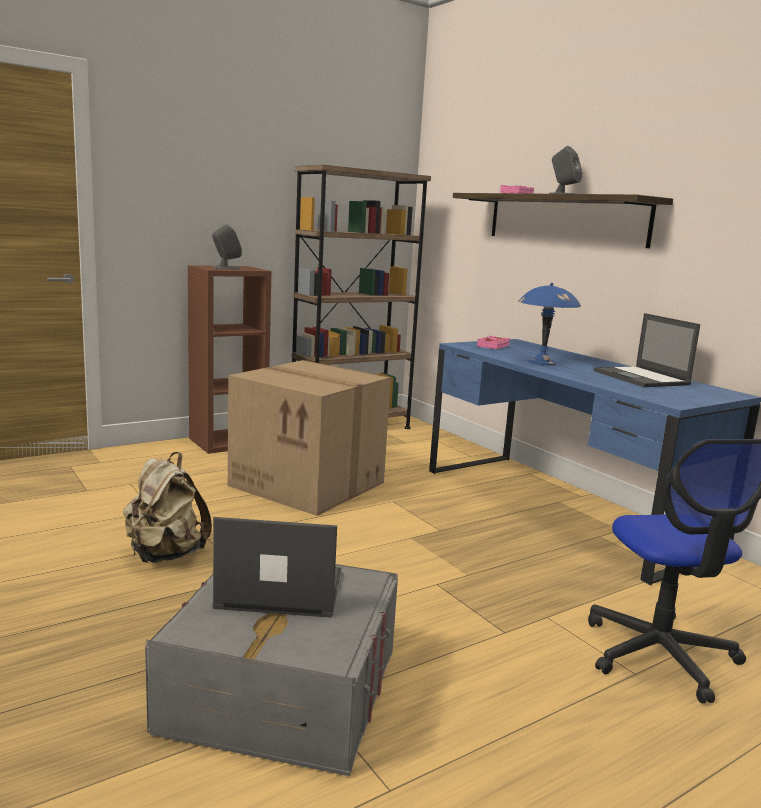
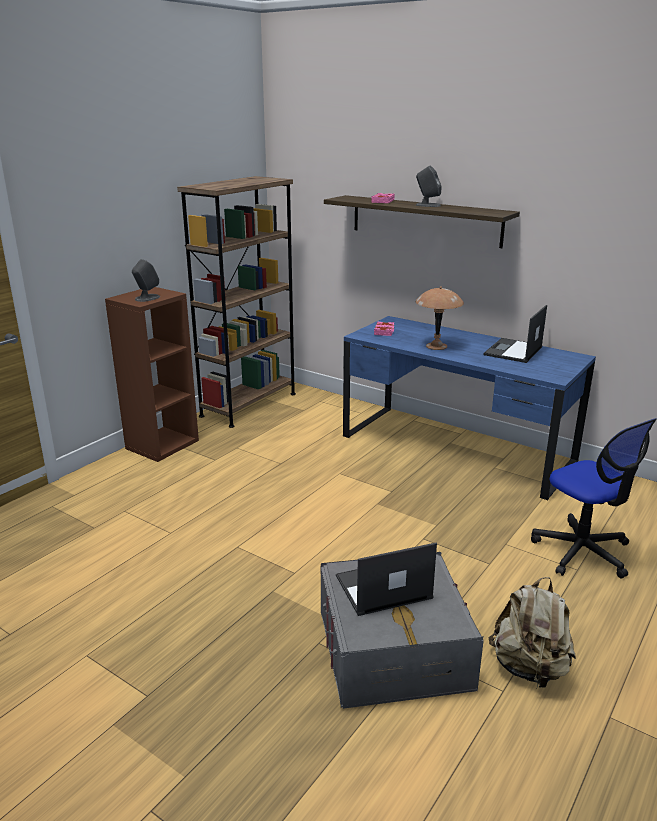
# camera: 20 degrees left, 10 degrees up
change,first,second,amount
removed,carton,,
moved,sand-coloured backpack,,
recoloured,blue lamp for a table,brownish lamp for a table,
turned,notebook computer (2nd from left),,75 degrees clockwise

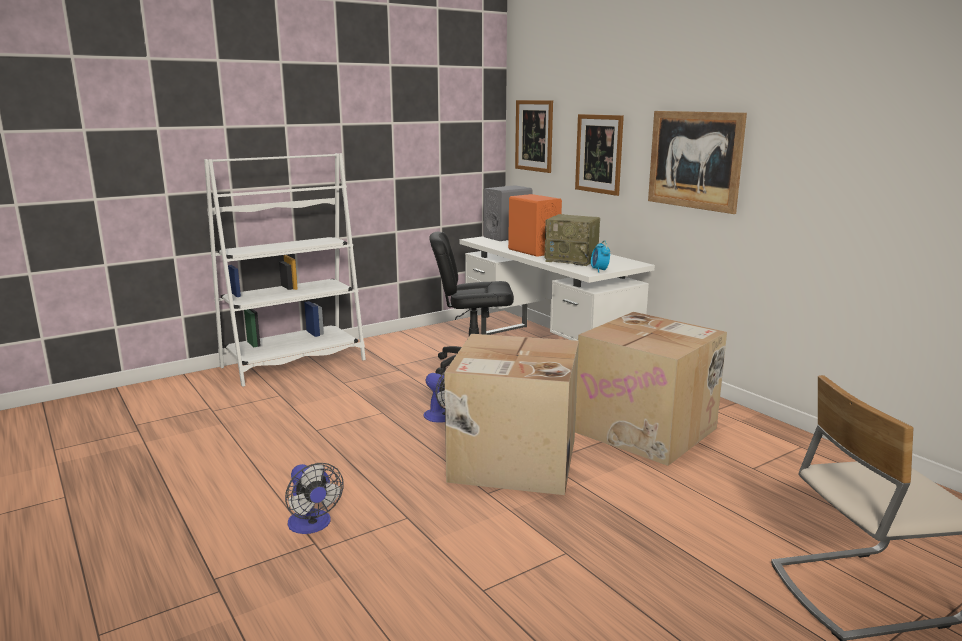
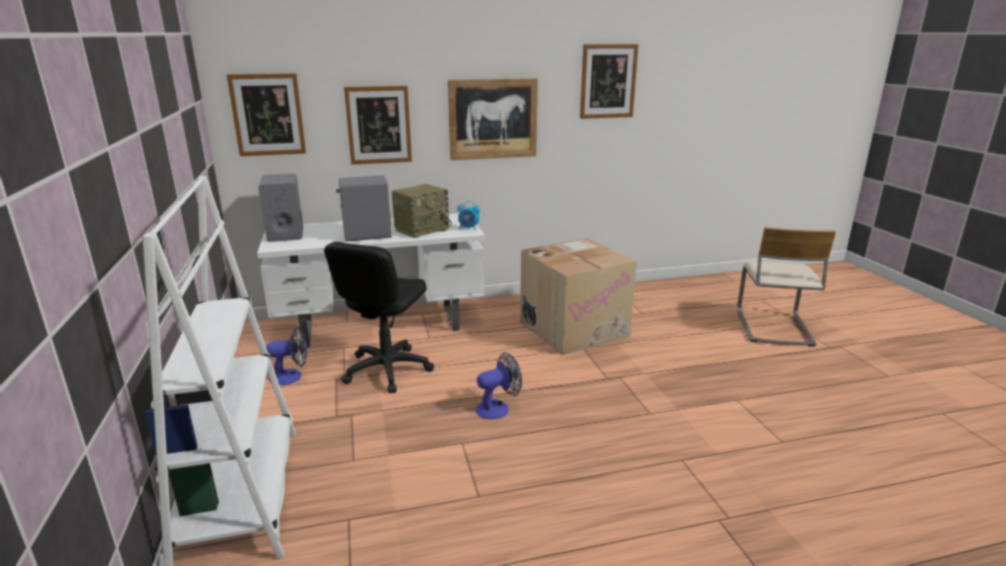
# camera: 70 degrees left, 5 degrees up
change,first,second,amount
removed,carton (1st from left),,
added,,wall art (4th from left),
moved,fan (1st from left),,
recoloured,orange-coloured speaker,gray speaker (2nd from left),

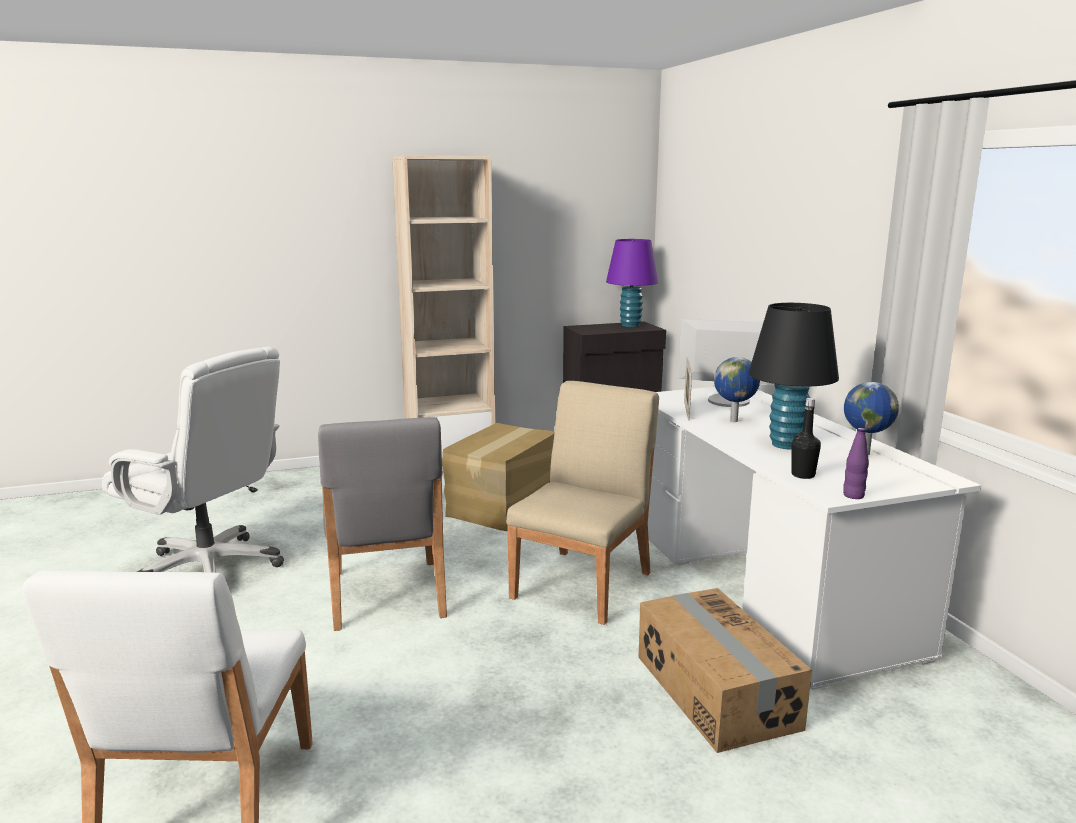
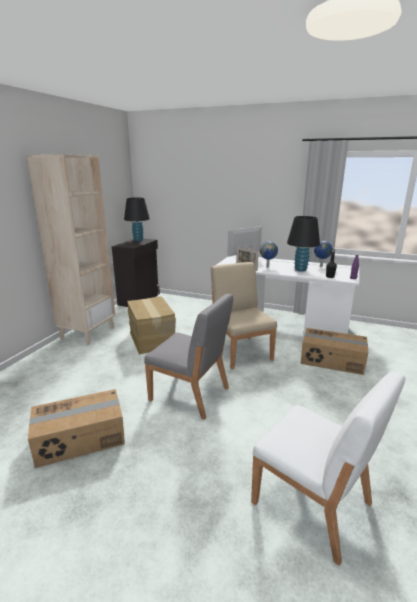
# camera: 50 degrees left, 5 degrees up
change,first,second,amount
replaced,white computer chair,carton (1st from left),
recoloured,purple lamp for a table,black lamp for a table (1st from left),

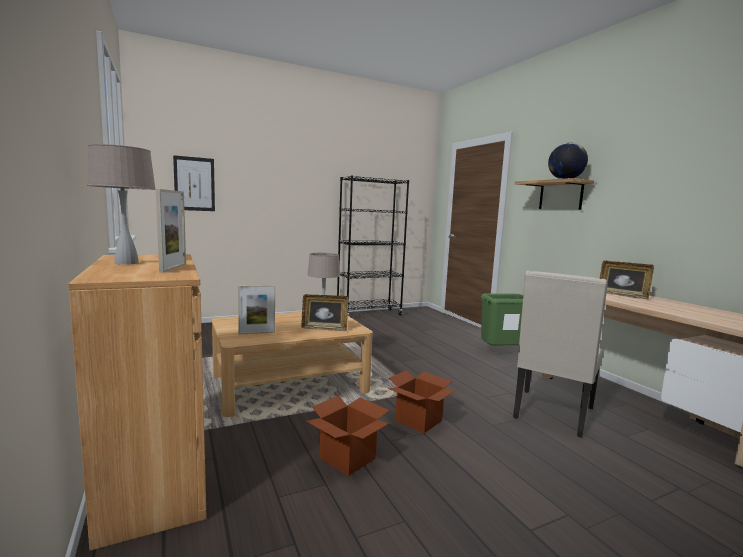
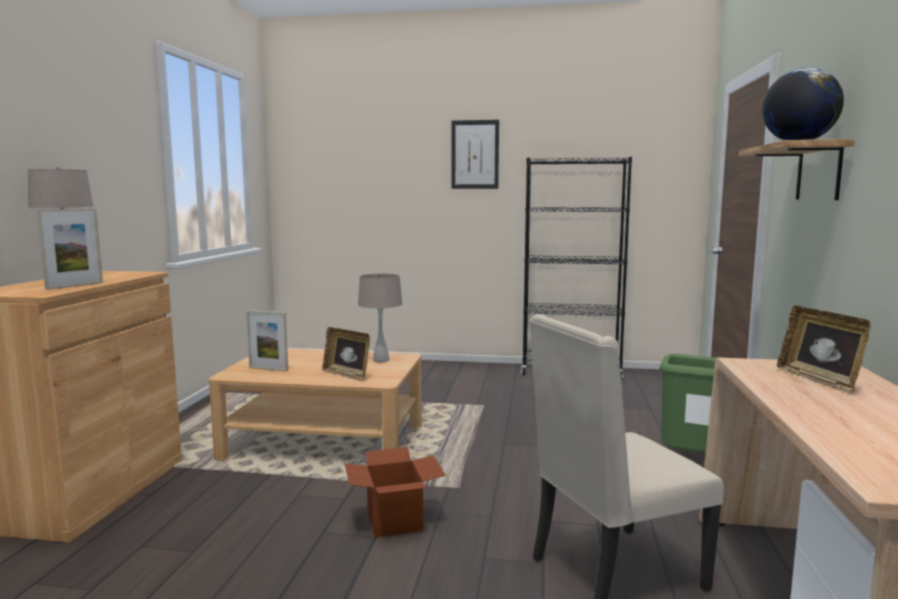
# camera: 35 degrees right, 0 degrees up
change,first,second,amount
removed,carton (1st from left),,
moved,wall art,,

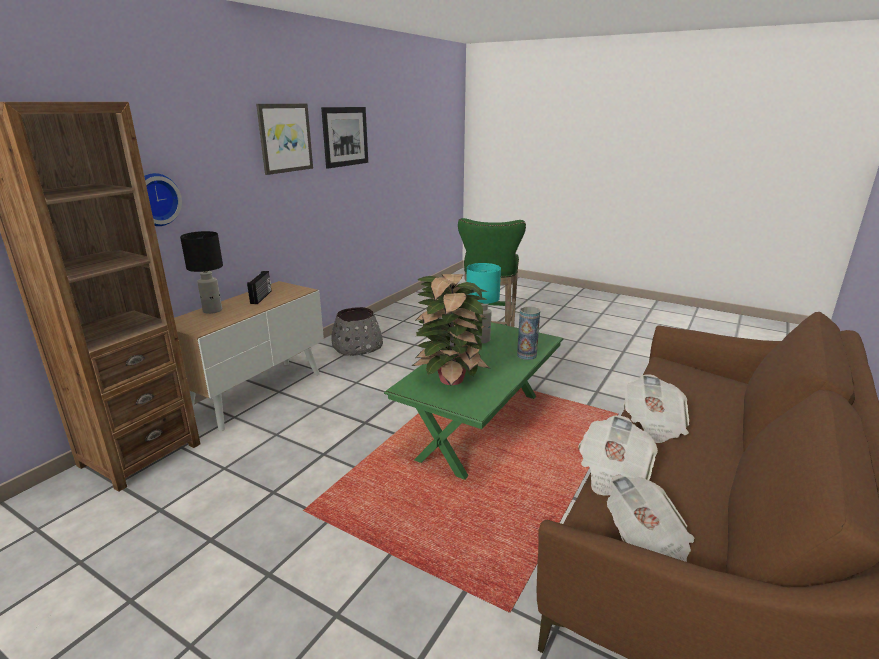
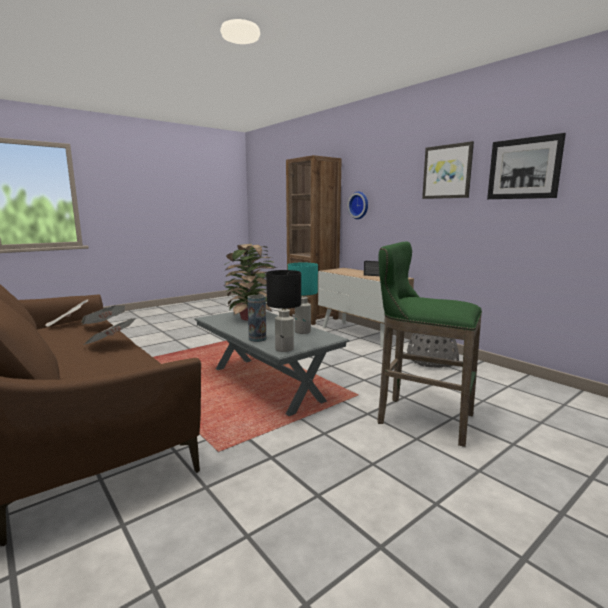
# camera: 110 degrees right, 10 degrees down
change,first,second,amount
moved,black lamp for a table,,
recoloured,greenish low table,gray low table,

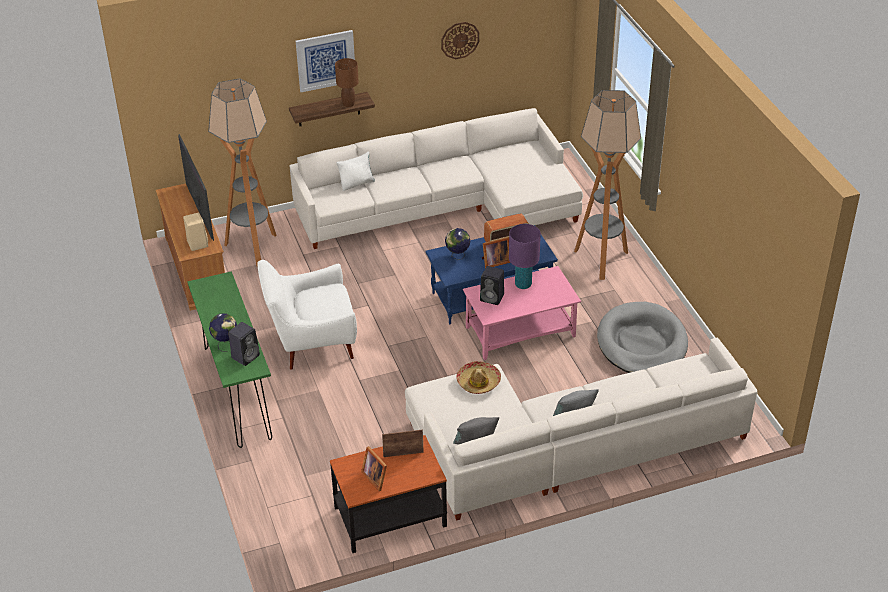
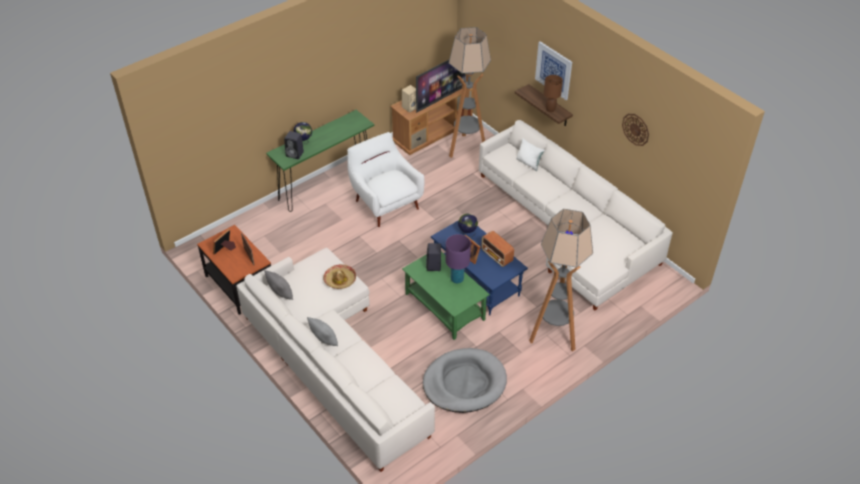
# camera: 70 degrees right, 5 degrees up
change,first,second,amount
recoloured,pink-coloured low table,greenish low table,

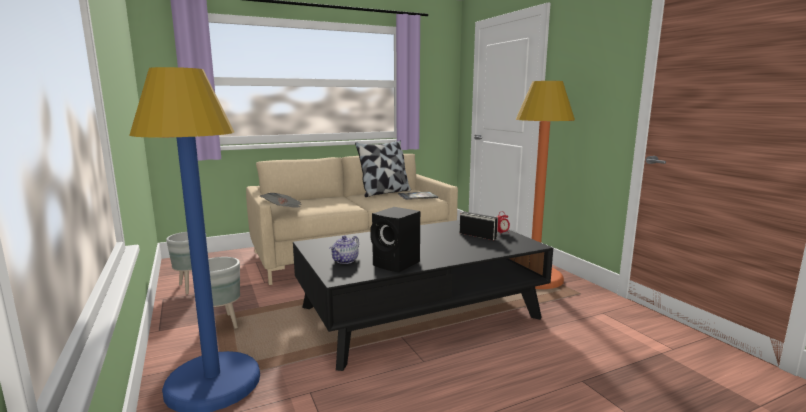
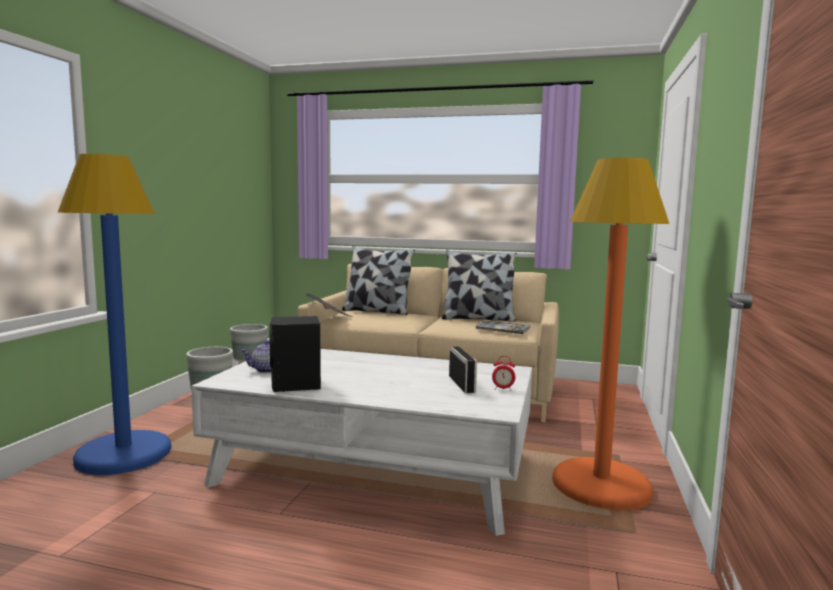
# camera: 40 degrees right, 5 degrees down
change,first,second,amount
added,,throw pillow (1st from left),
recoloured,black low table,white low table,

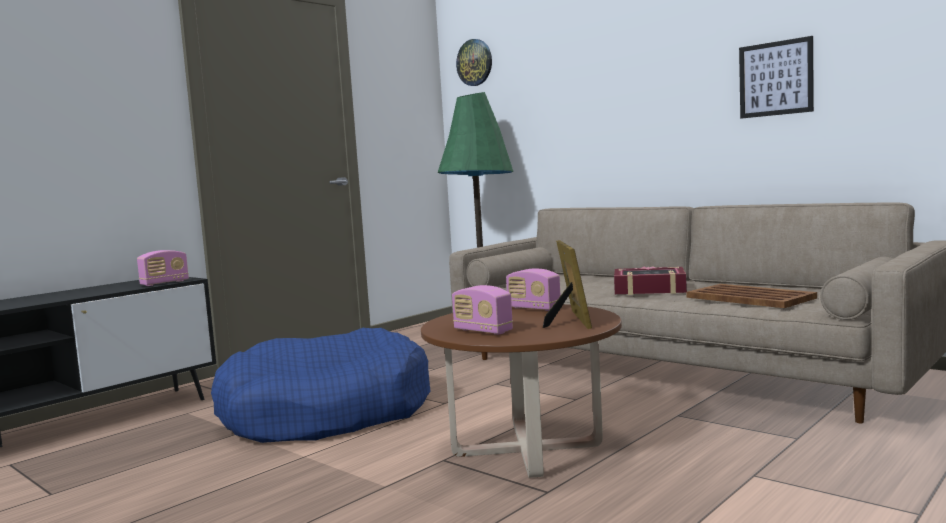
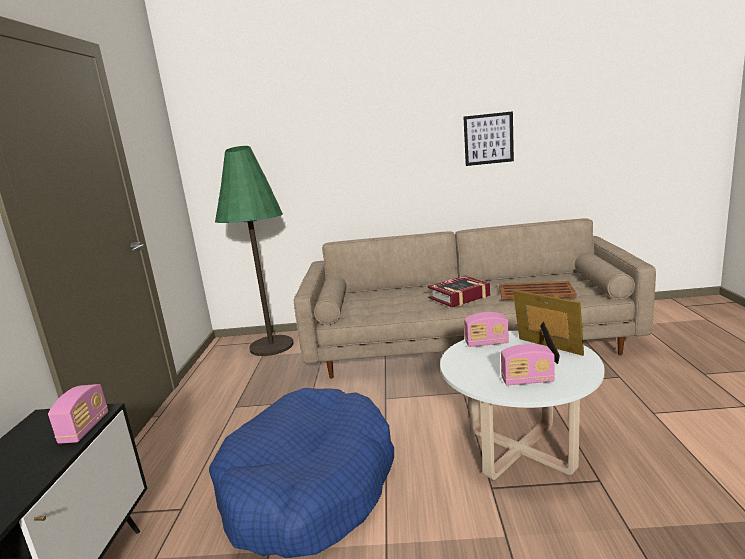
# camera: 40 degrees left, 10 degrees up
change,first,second,amount
removed,hanging clock,,
recoloured,brownish low table,white low table,

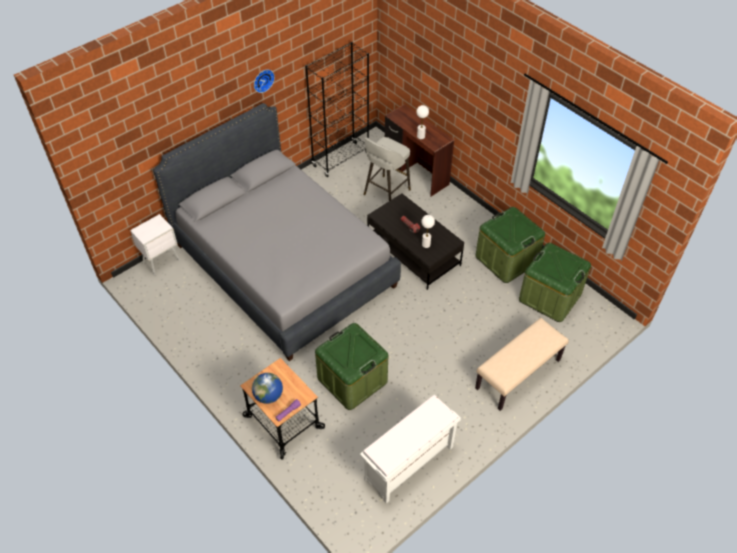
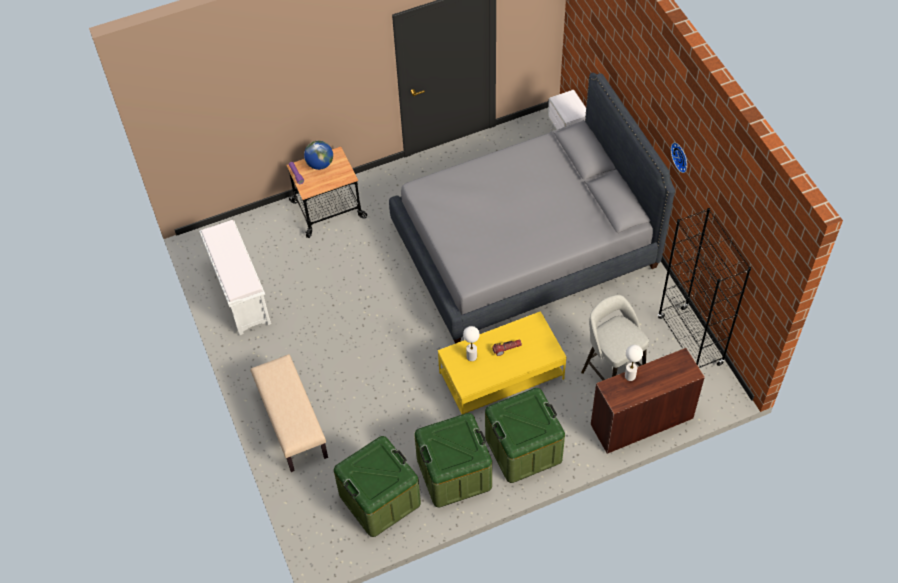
# camera: 110 degrees right, 5 degrees up
change,first,second,amount
moved,greenish storage bin (1st from left in the first image),greenish storage bin (3rd from left),
recoloured,black low table,yellowish low table,

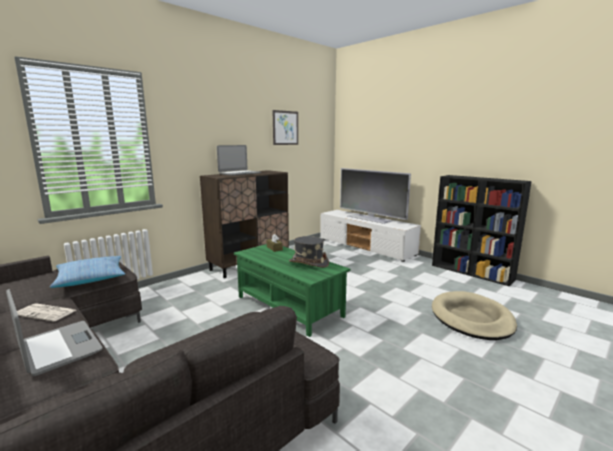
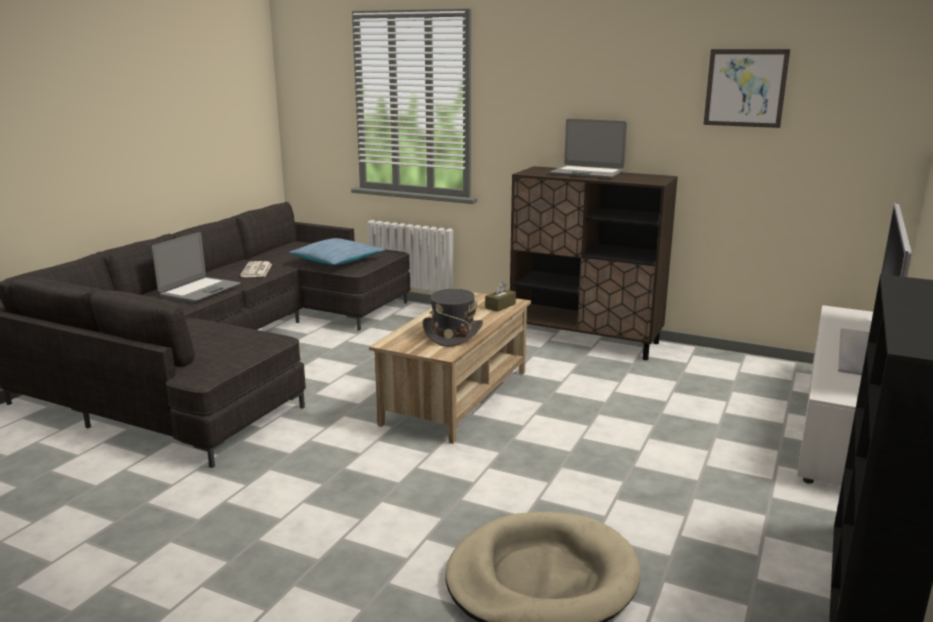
# camera: 70 degrees right, 5 degrees up
change,first,second,amount
recoloured,greenish low table,sand-coloured low table,

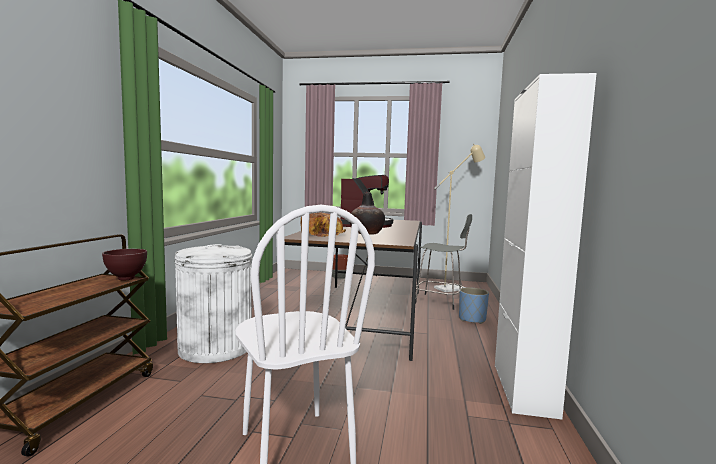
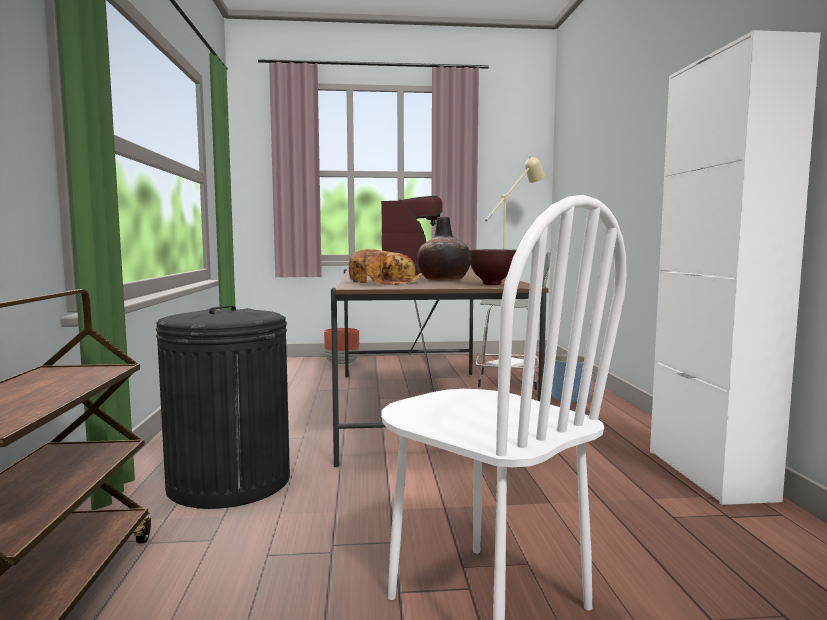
# camera: 15 degrees left, 0 degrees up
change,first,second,amount
moved,brownish serving bowl,,
recoloured,white rubbish bin,black rubbish bin,

